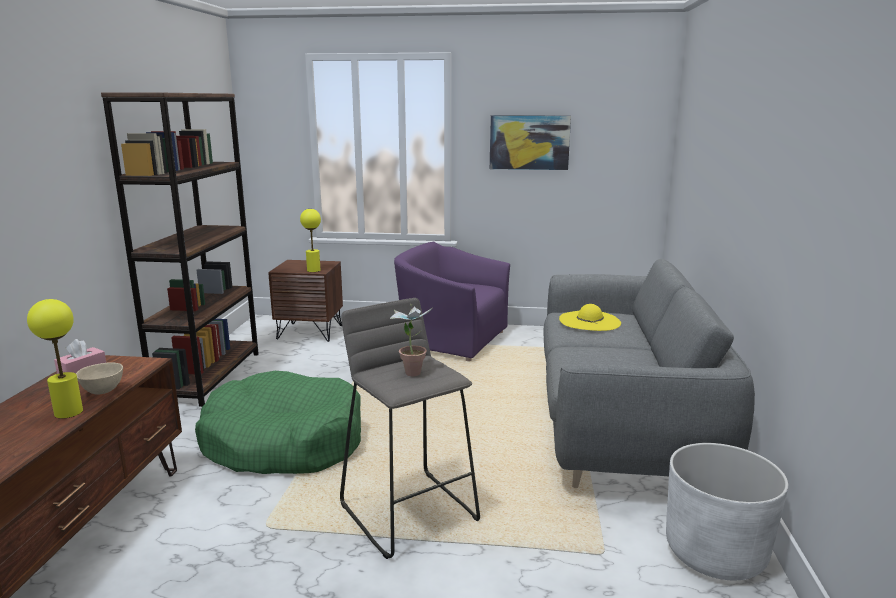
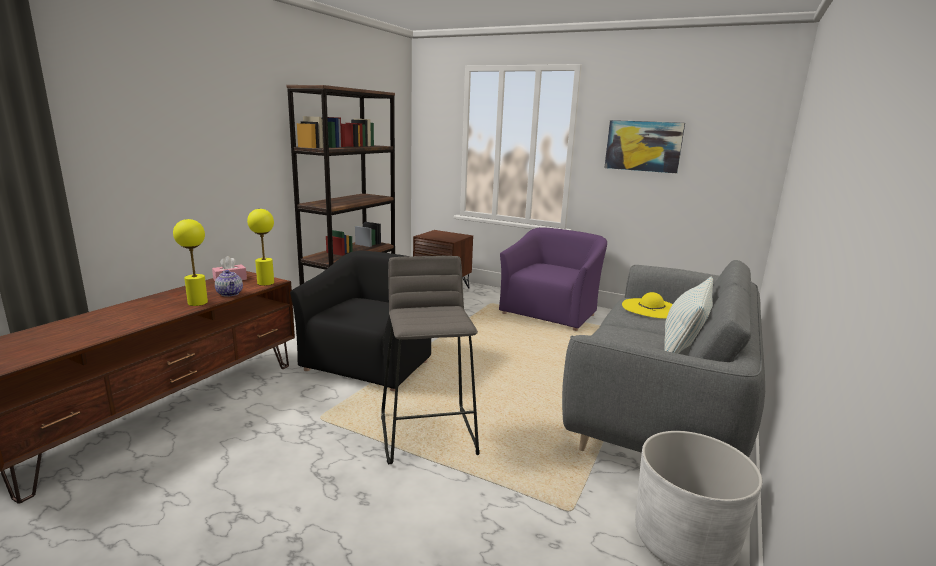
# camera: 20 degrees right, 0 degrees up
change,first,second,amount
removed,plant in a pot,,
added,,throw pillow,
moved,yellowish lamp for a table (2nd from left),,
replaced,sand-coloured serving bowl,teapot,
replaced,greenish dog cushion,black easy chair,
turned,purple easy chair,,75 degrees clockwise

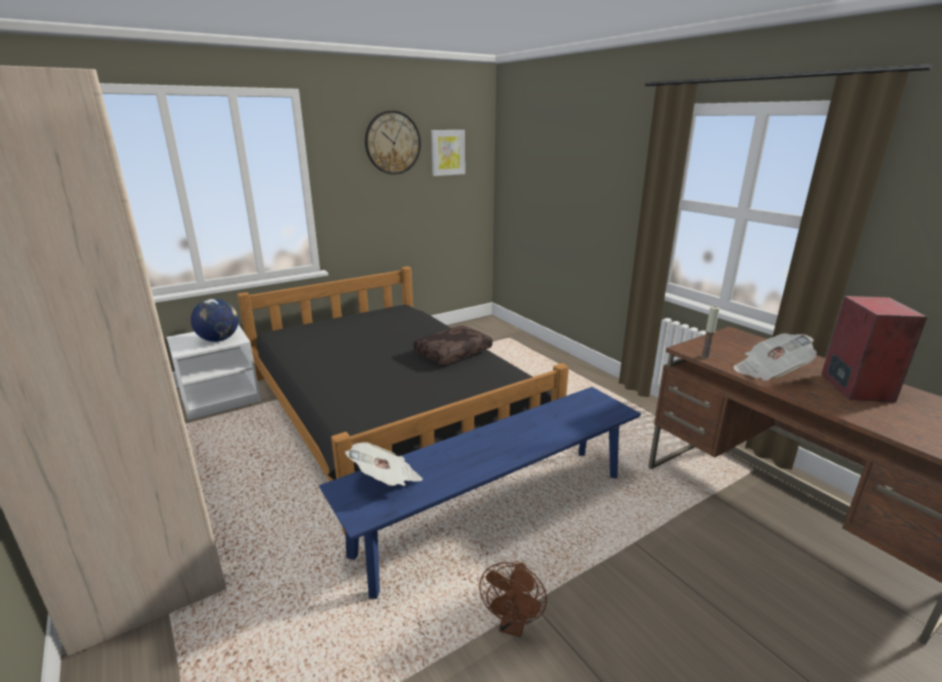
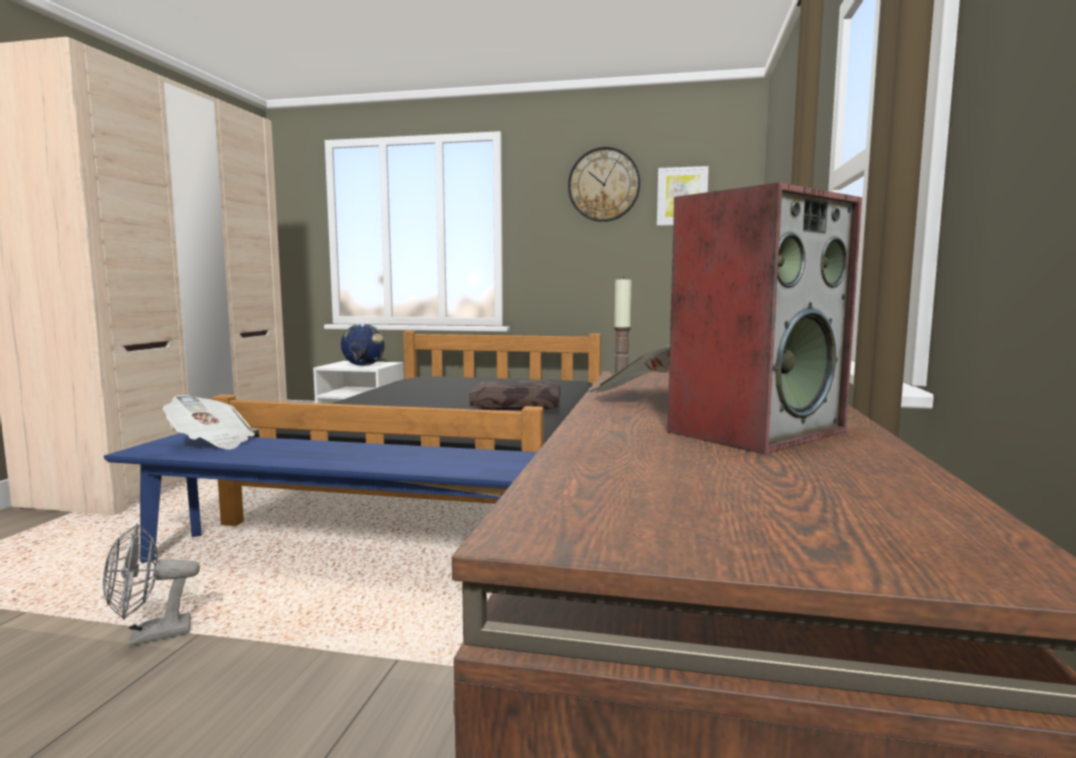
# camera: 45 degrees right, 15 degrees down
change,first,second,amount
recoloured,brownish fan,gray fan,

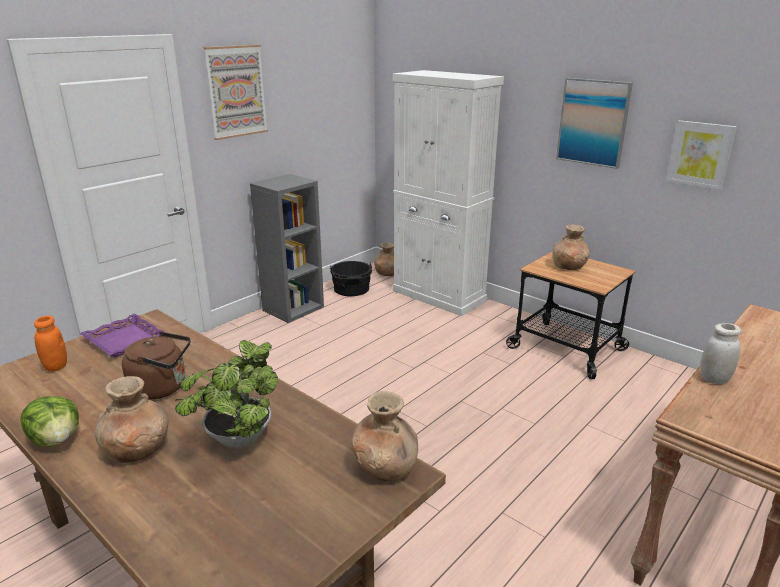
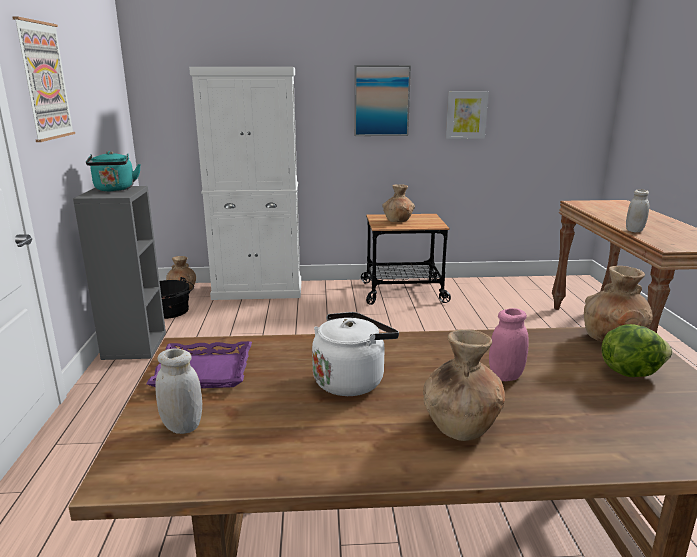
# camera: 45 degrees left, 5 degrees down
change,first,second,amount
added,,turquoise-coloured water kettle,
moved,lettuce head,,
replaced,plant in a pot,pink-coloured preserve jar,
recoloured,orange-coloured preserve jar,white preserve jar (1st from left),
recoloured,brownish water kettle,white water kettle,

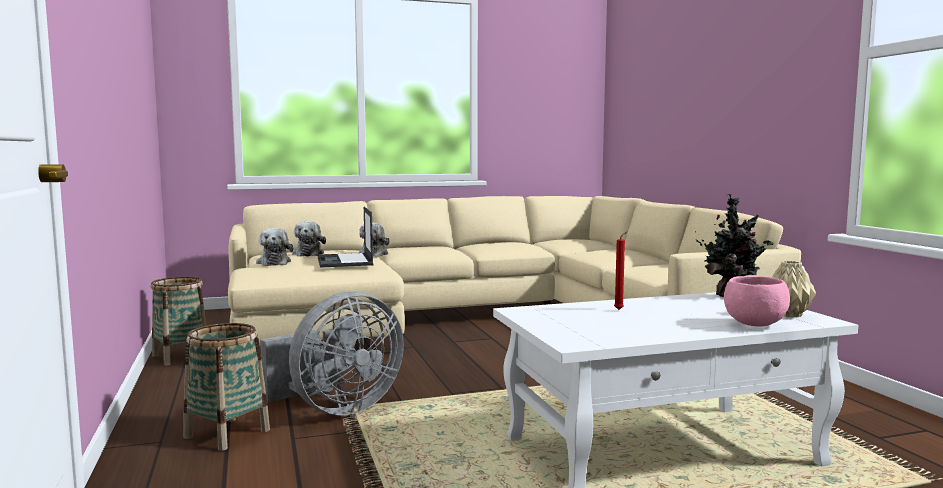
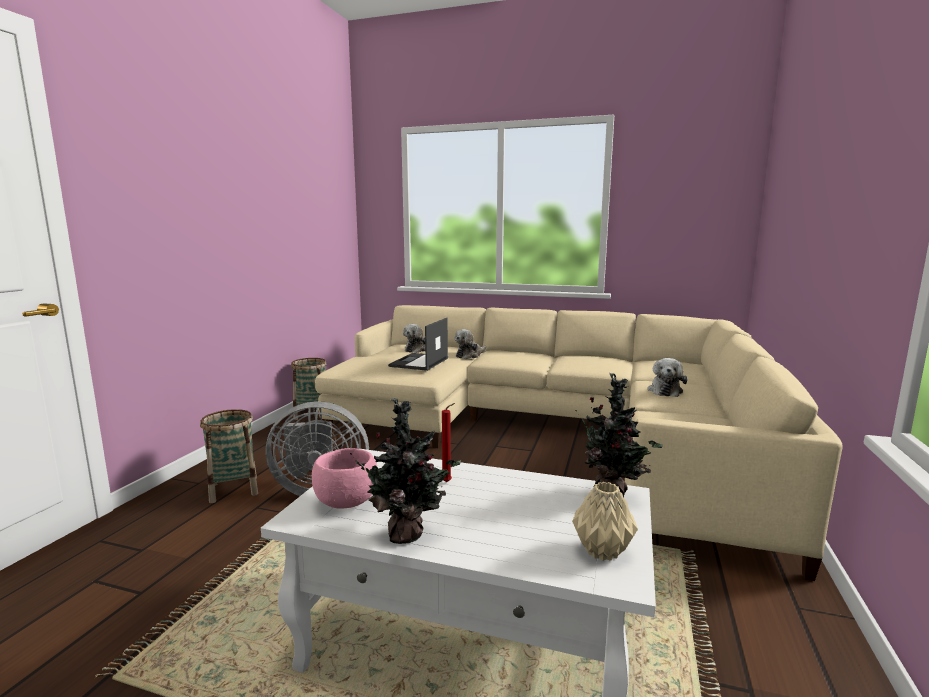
# camera: 35 degrees right, 5 degrees up
change,first,second,amount
added,,plant in a pot (1st from left),
moved,cuddly toy (1st from left in the first image),cuddly toy (3rd from left),
moved,pink-coloured serving bowl,,

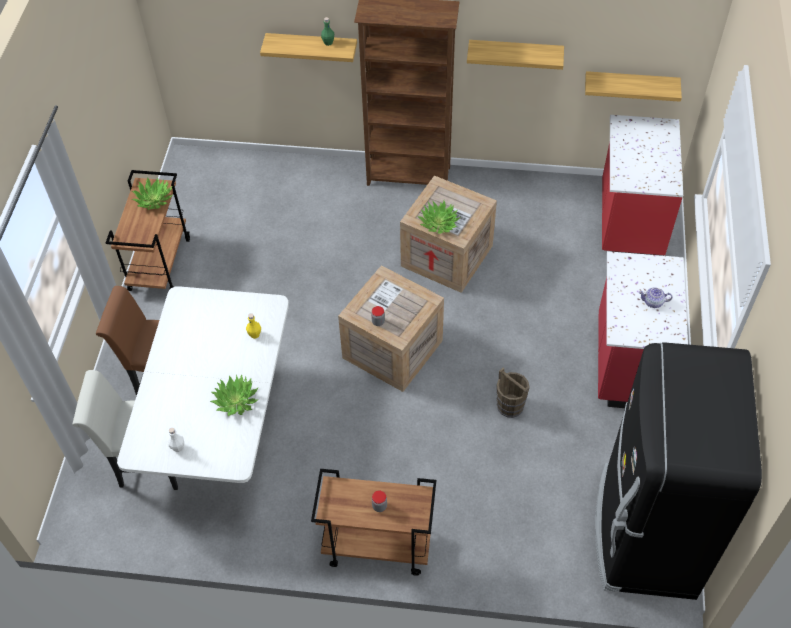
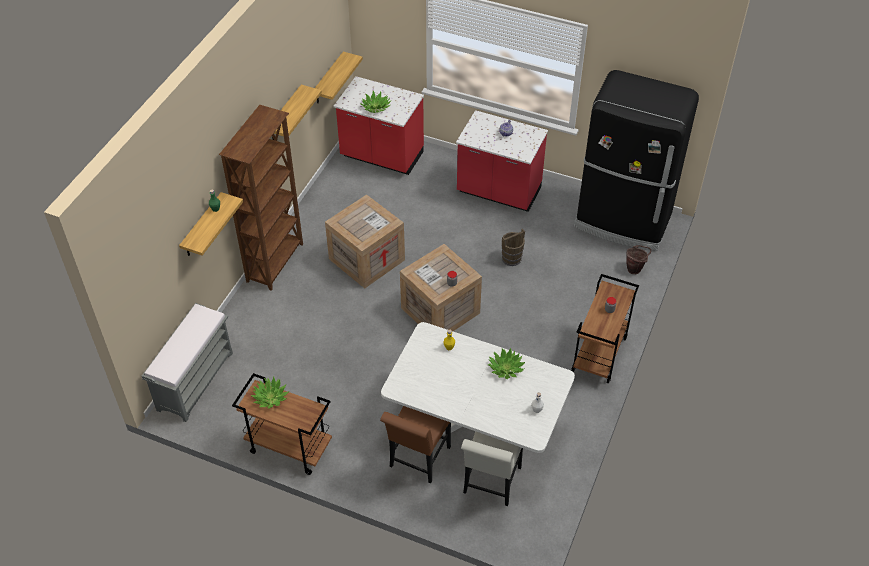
# camera: 75 degrees left, 5 degrees down
change,first,second,amount
added,,gray indoor bench,
added,,brownish bucket (2nd from left),
moved,plant in a pot (3rd from left in the first image),plant in a pot (2nd from left),

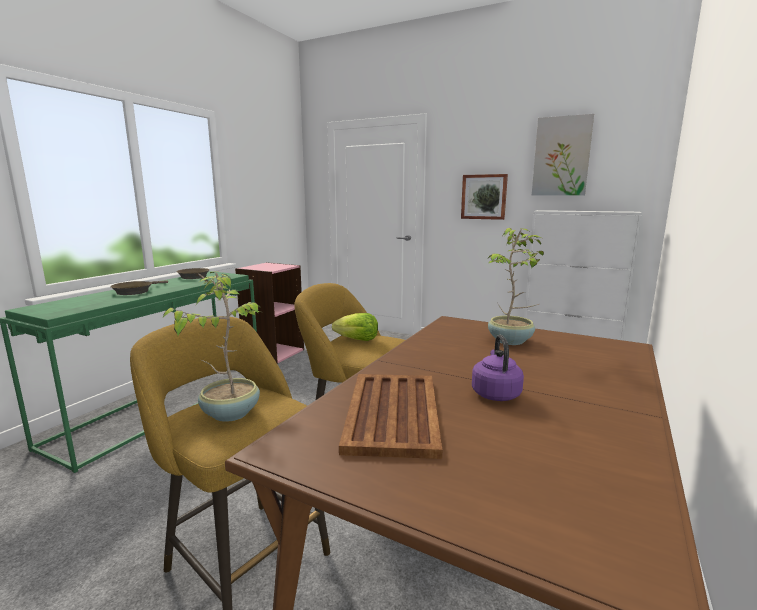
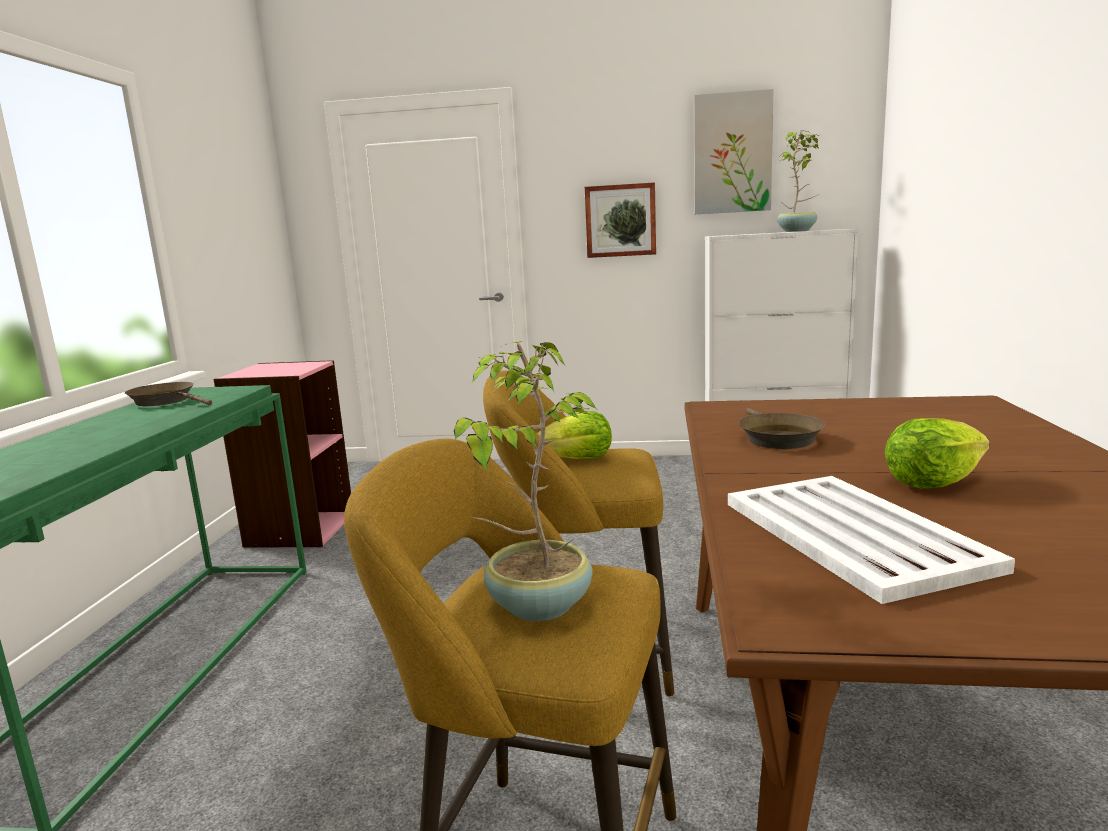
# camera: 20 degrees left, 0 degrees up
change,first,second,amount
moved,brownish pan (1st from left in the first image),brownish pan (2nd from left),
moved,plant in a pot (2nd from left),,
replaced,purple water kettle,lettuce head (2nd from left),
recoloured,brownish serving tray,white serving tray,

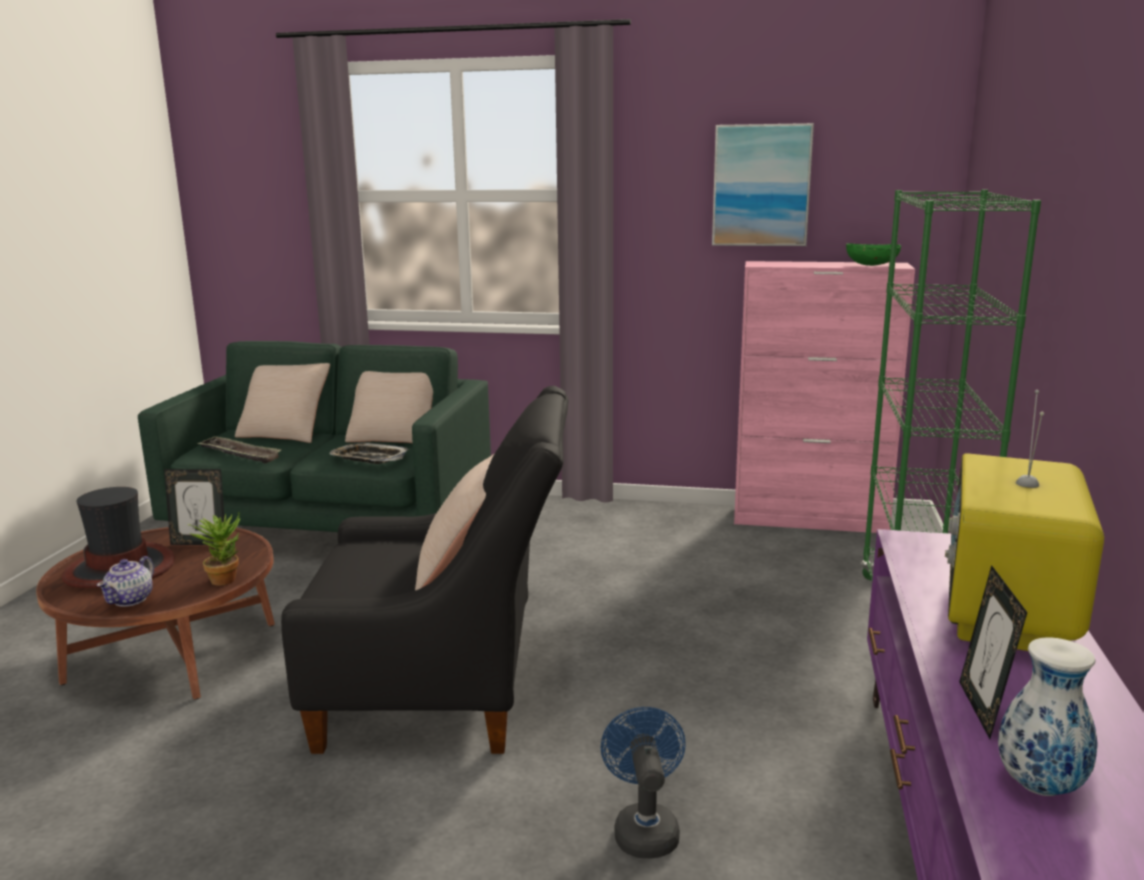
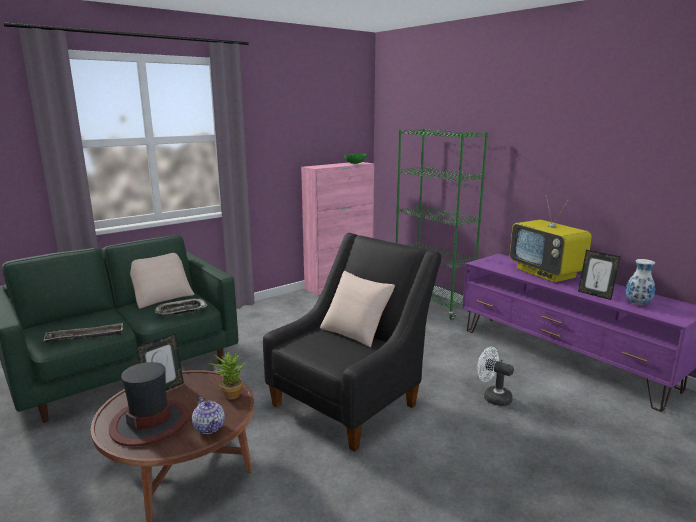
# camera: 50 degrees left, 0 degrees up
change,first,second,amount
removed,sand-coloured throw pillow (1st from left),,
removed,wall art,,
recoloured,blue fan,white fan,

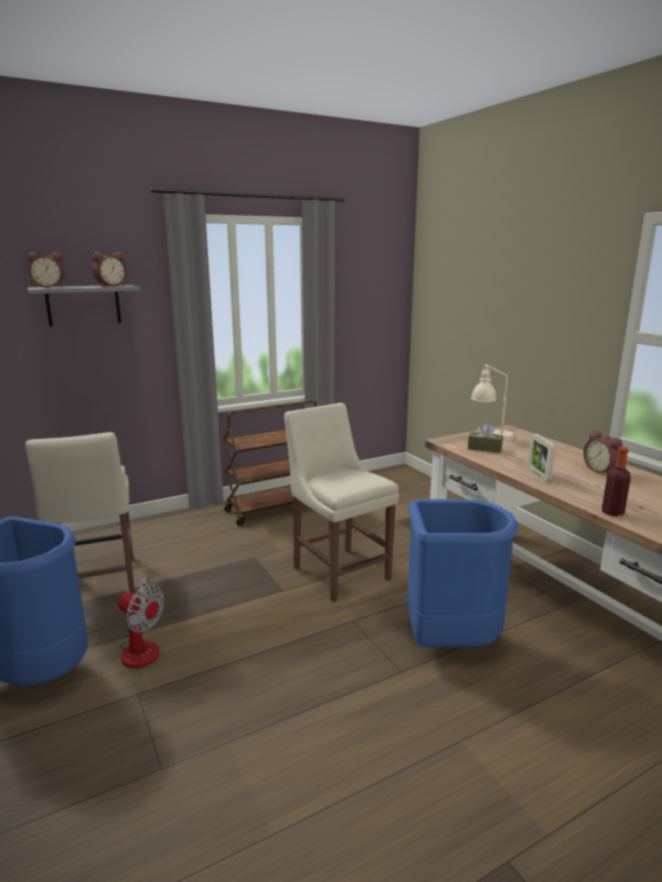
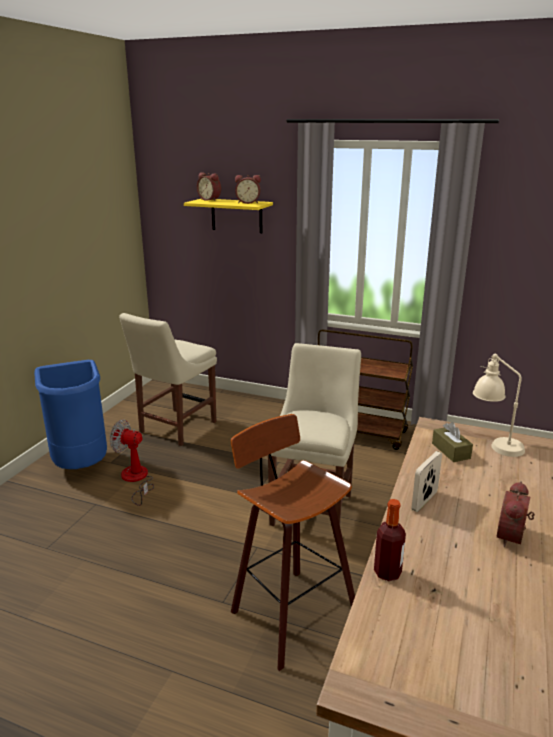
# camera: 50 degrees right, 5 degrees up
change,first,second,amount
replaced,blue rubbish bin (2nd from left),sitting stool,
recoloured,gray wall shelf,yellowish wall shelf,
turned,fan,,120 degrees clockwise

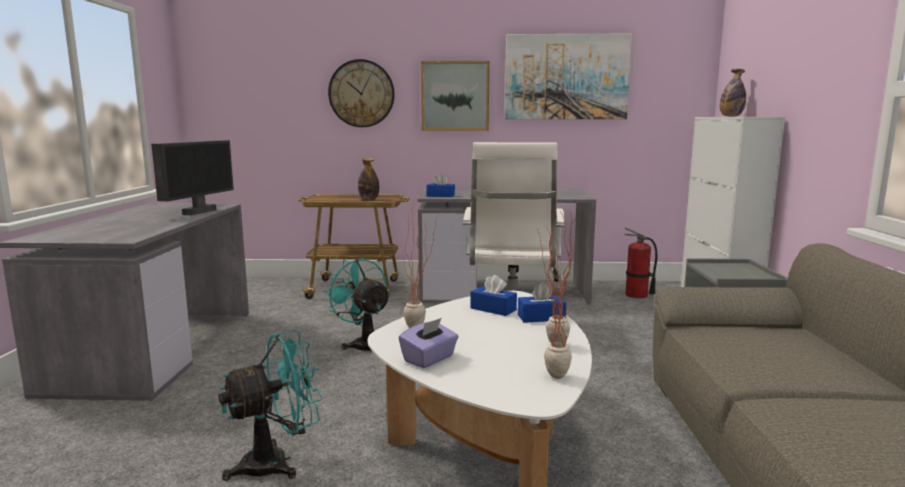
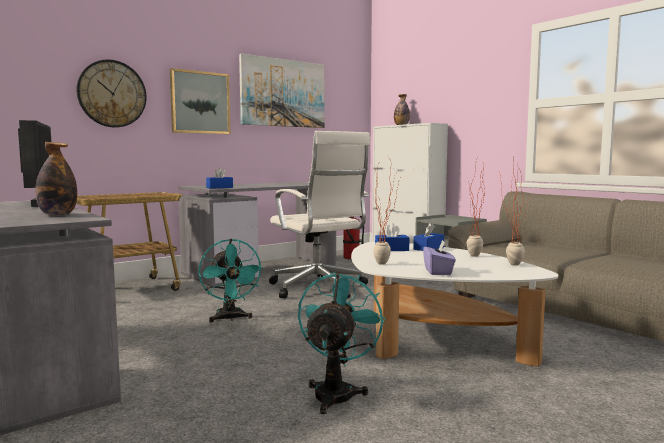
# camera: 40 degrees left, 5 degrees down
change,first,second,amount
moved,drink bottle (1st from left),,
turned,turquoise-coloured fan (2nd from left in the first image),turquoise-coloured fan (1st from left),120 degrees counterclockwise

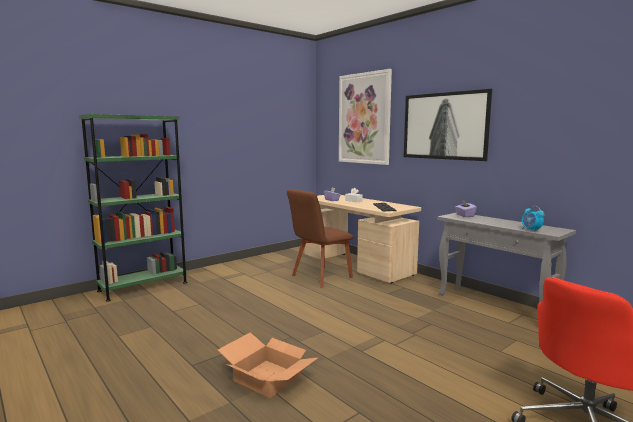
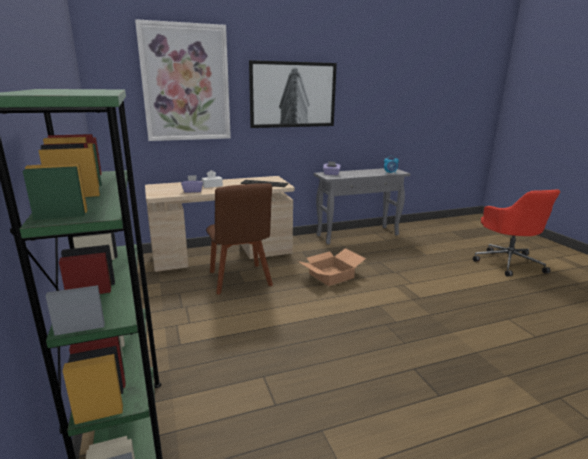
# camera: 70 degrees left, 10 degrees up
change,first,second,amount
moved,carton,,

